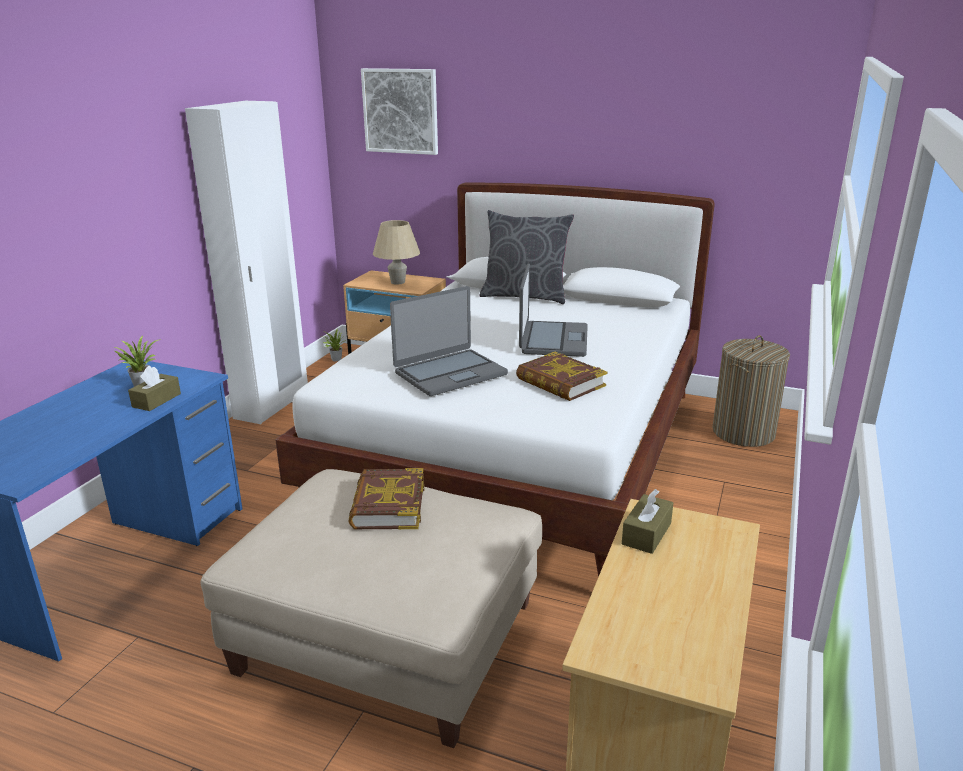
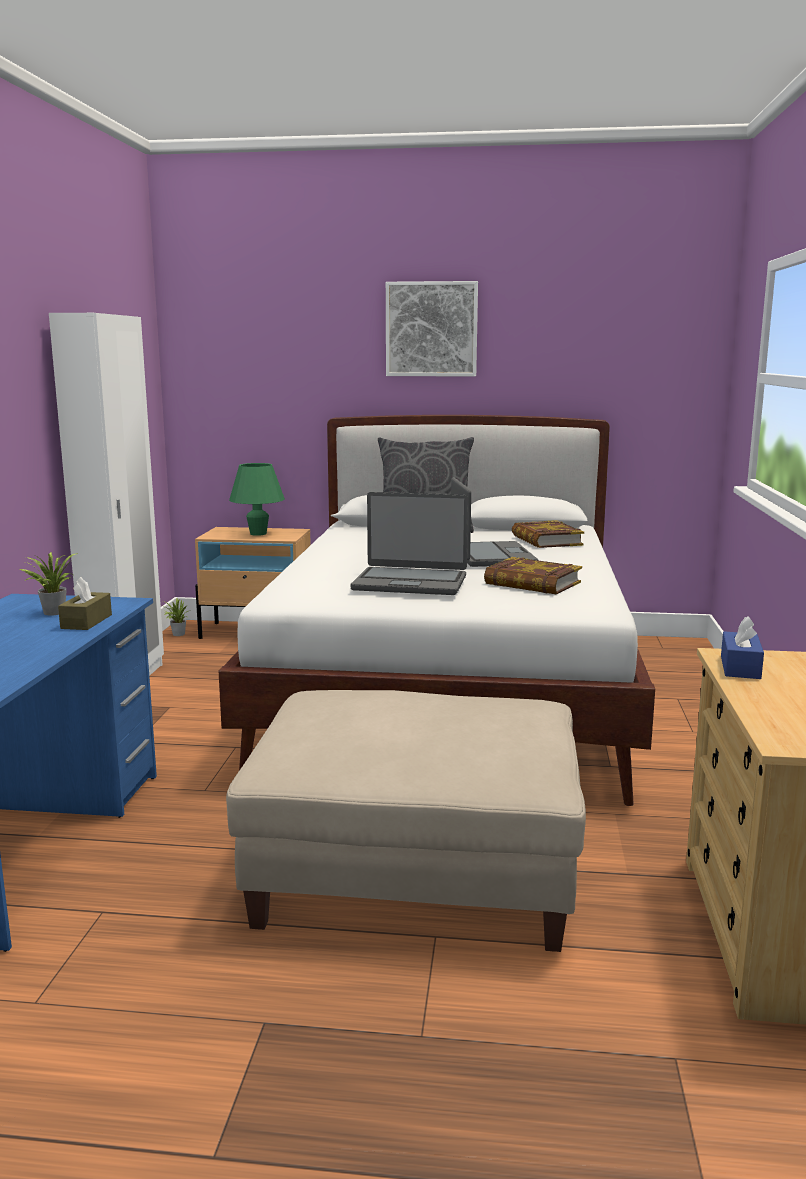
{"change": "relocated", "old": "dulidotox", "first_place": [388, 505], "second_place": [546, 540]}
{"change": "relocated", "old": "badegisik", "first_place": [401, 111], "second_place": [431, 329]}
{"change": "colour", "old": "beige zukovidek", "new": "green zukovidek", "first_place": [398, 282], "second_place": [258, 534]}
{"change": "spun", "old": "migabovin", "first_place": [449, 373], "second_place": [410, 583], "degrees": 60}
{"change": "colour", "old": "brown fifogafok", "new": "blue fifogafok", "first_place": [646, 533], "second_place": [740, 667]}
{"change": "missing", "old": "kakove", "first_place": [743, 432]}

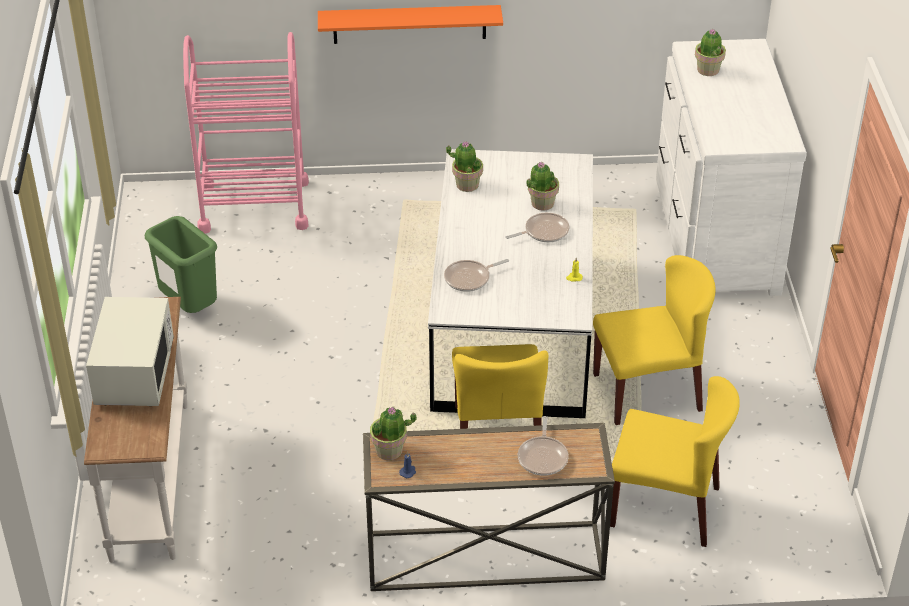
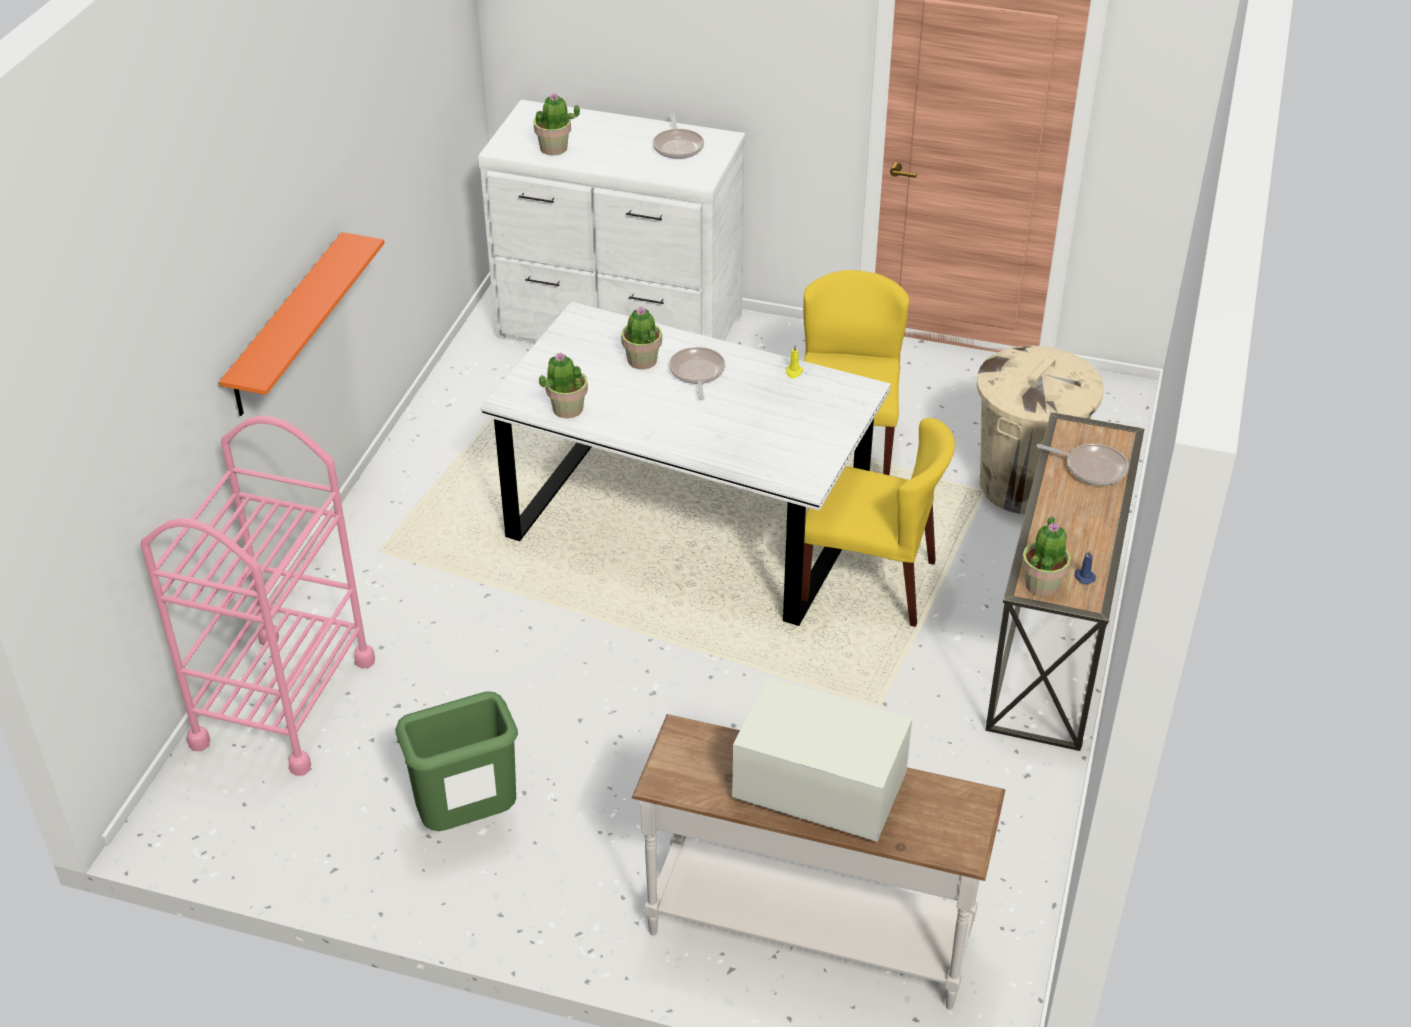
{"change": "relocated", "old": "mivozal", "first_place": [470, 278], "second_place": [678, 146]}
{"change": "exchanged", "old": "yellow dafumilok", "new": "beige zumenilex", "first_place": [666, 507], "second_place": [1025, 485]}

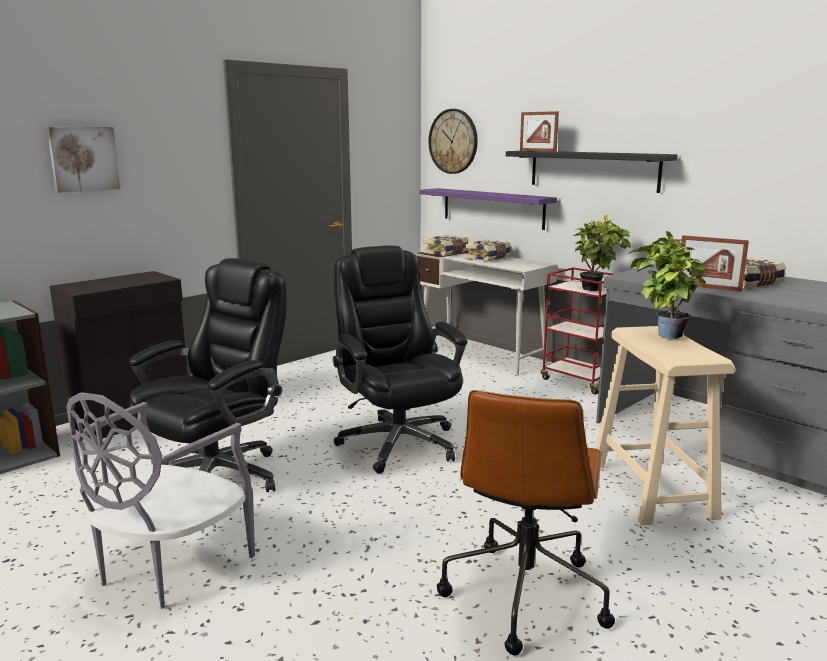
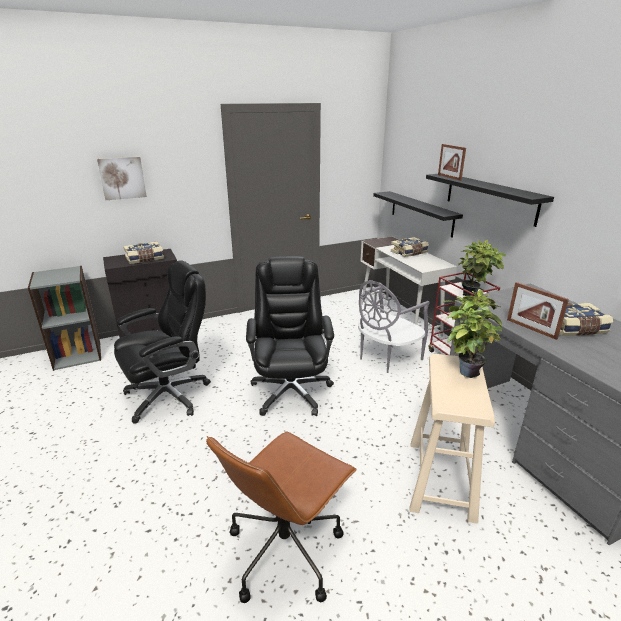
{"change": "relocated", "old": "grey dafumilok", "first_place": [169, 567], "second_place": [386, 357]}
{"change": "colour", "old": "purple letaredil", "new": "black letaredil", "first_place": [492, 208], "second_place": [421, 213]}
{"change": "relocated", "old": "dulidotox", "first_place": [446, 253], "second_place": [145, 259]}
{"change": "missing", "old": "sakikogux", "first_place": [453, 141]}

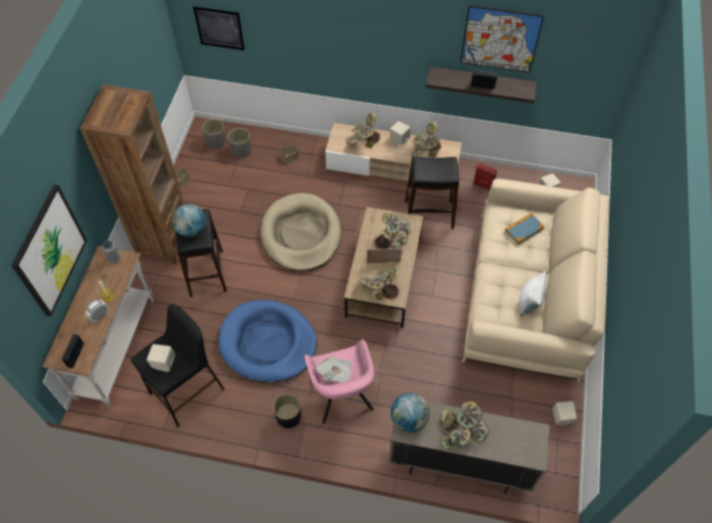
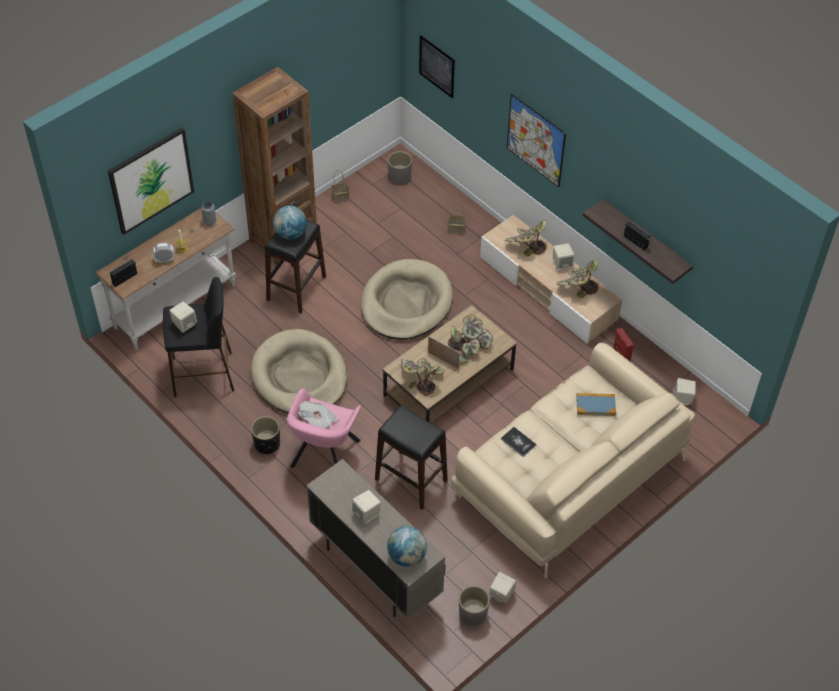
{"change": "colour", "old": "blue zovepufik", "new": "beige zovepufik", "first_place": [268, 343], "second_place": [299, 376]}
{"change": "relocated", "old": "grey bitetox", "first_place": [241, 151], "second_place": [472, 614]}
{"change": "relocated", "old": "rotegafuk", "first_place": [409, 419], "second_place": [407, 556]}
{"change": "relocated", "old": "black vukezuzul", "first_place": [428, 214], "second_place": [410, 480]}
{"change": "exchanged", "old": "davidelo", "new": "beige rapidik", "first_place": [460, 431], "second_place": [366, 514]}
{"change": "relocated", "old": "badegisik", "first_place": [500, 39], "second_place": [535, 140]}
{"change": "missing", "old": "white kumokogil", "first_place": [529, 302]}
{"change": "appeared", "new": "dulidotox", "second_place": [518, 442]}

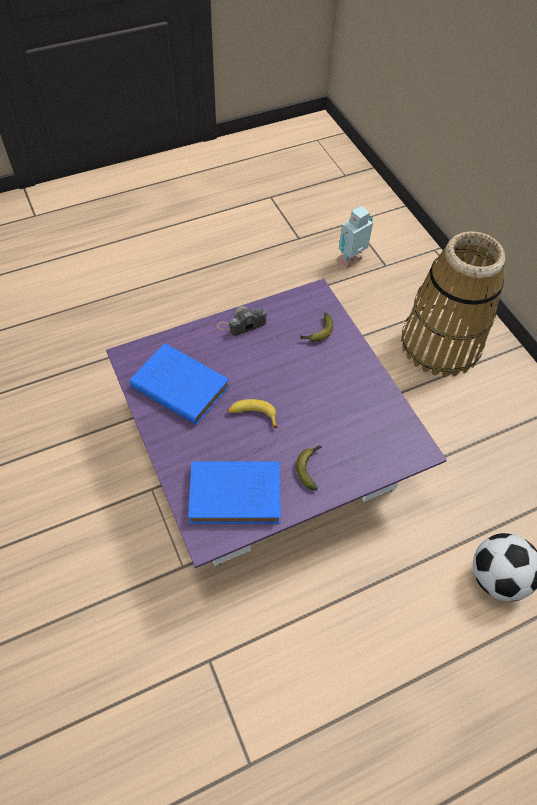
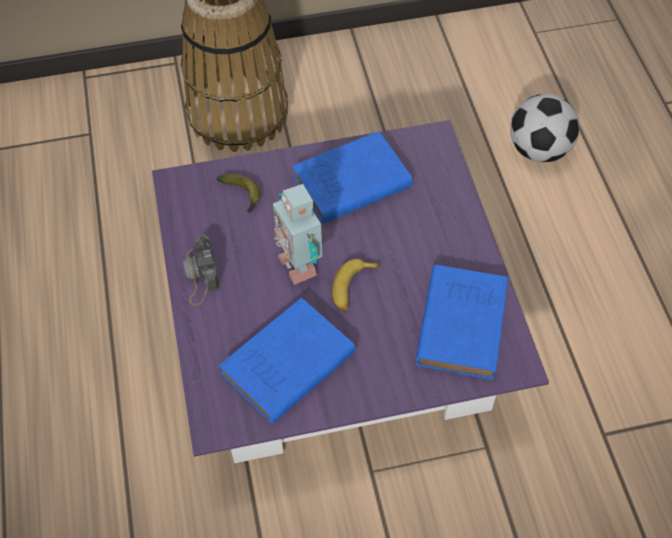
{"change": "missing", "old": "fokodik", "first_place": [310, 467]}
{"change": "relocated", "old": "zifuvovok", "first_place": [351, 261], "second_place": [300, 263]}
{"change": "appeared", "new": "blue dulidotox", "second_place": [348, 183]}

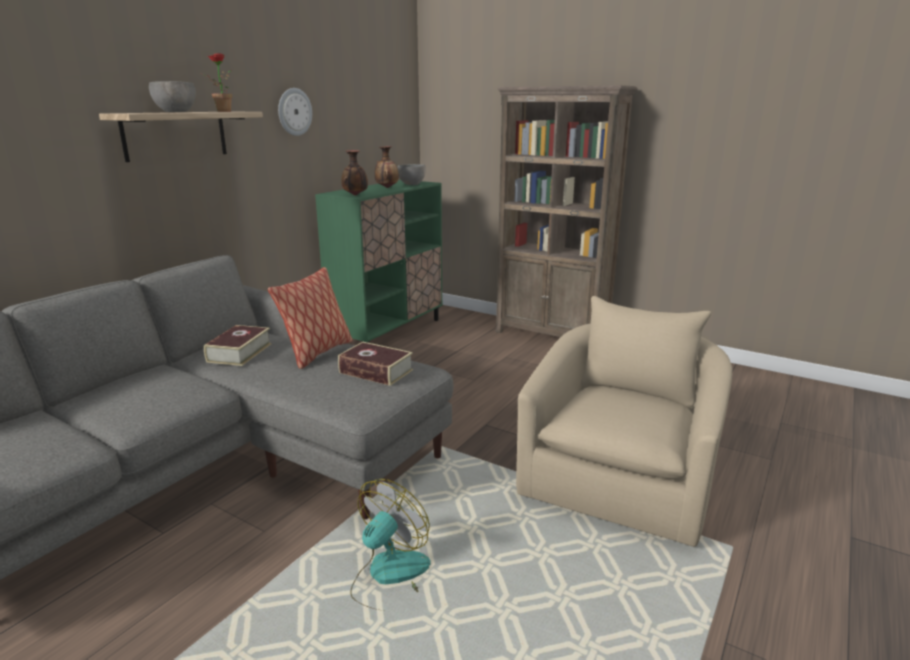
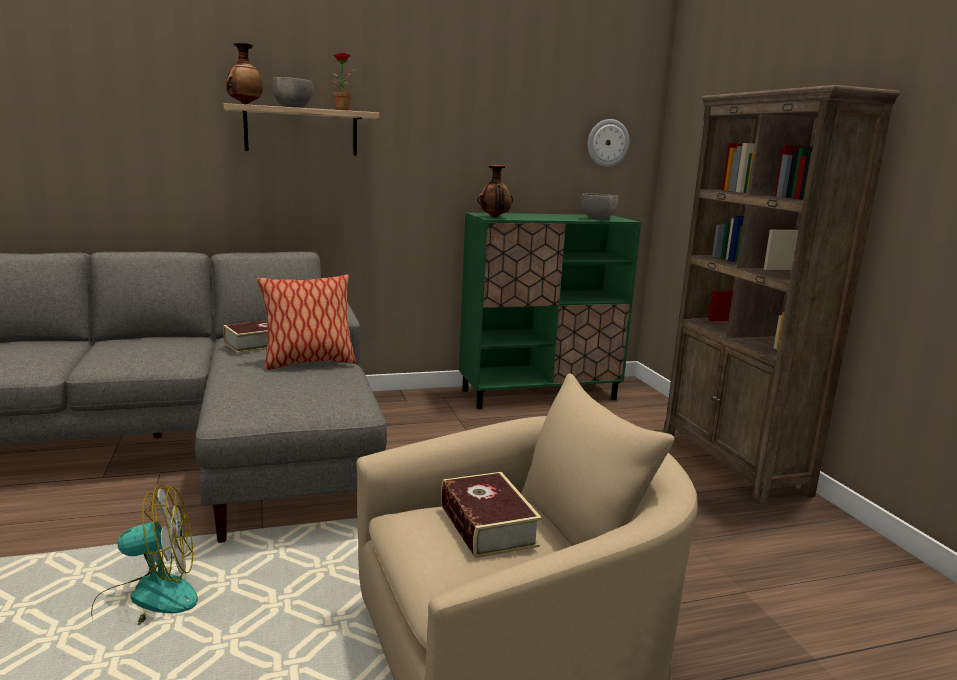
{"change": "relocated", "old": "sakikogux", "first_place": [294, 112], "second_place": [607, 143]}
{"change": "relocated", "old": "dulidotox", "first_place": [376, 371], "second_place": [487, 525]}
{"change": "relocated", "old": "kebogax", "first_place": [386, 187], "second_place": [245, 104]}

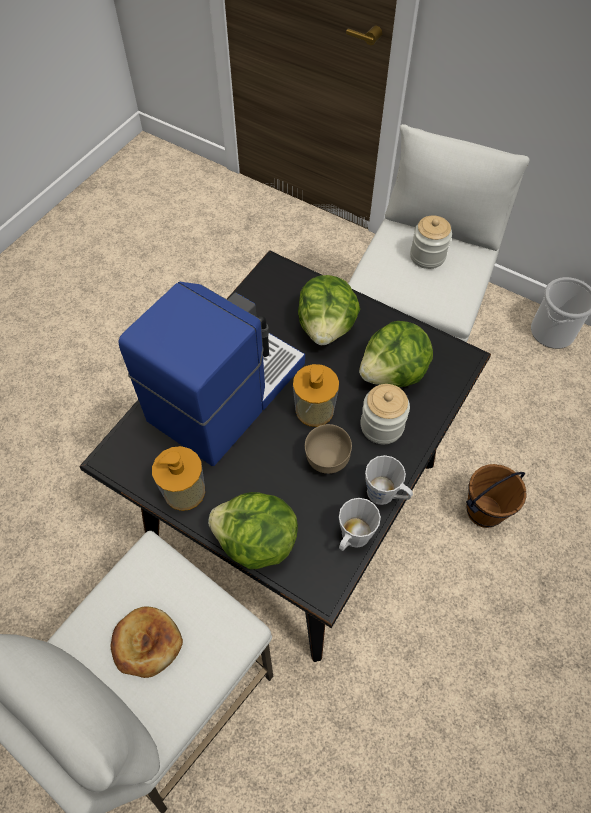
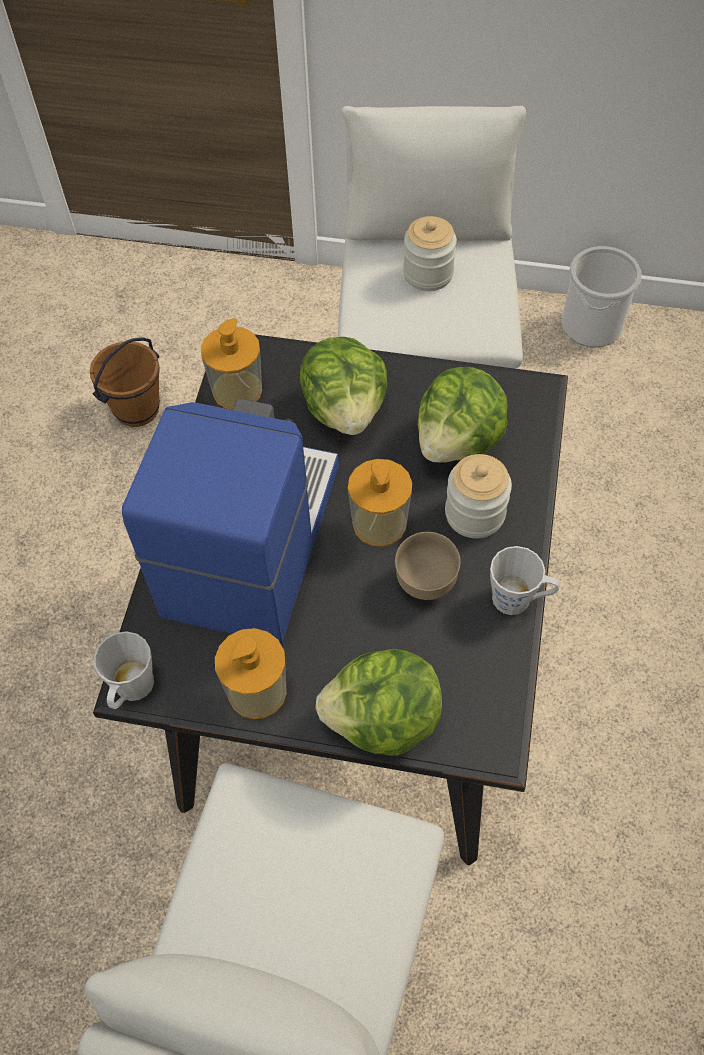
{"change": "missing", "old": "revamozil", "first_place": [146, 643]}
{"change": "relocated", "old": "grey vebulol", "first_place": [352, 538], "second_place": [131, 690]}
{"change": "relocated", "old": "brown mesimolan", "first_place": [483, 510], "second_place": [136, 409]}
{"change": "appeared", "new": "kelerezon", "second_place": [237, 390]}

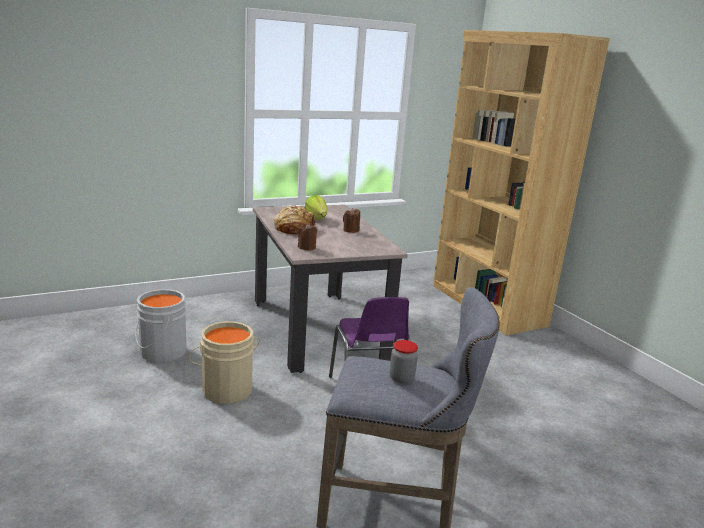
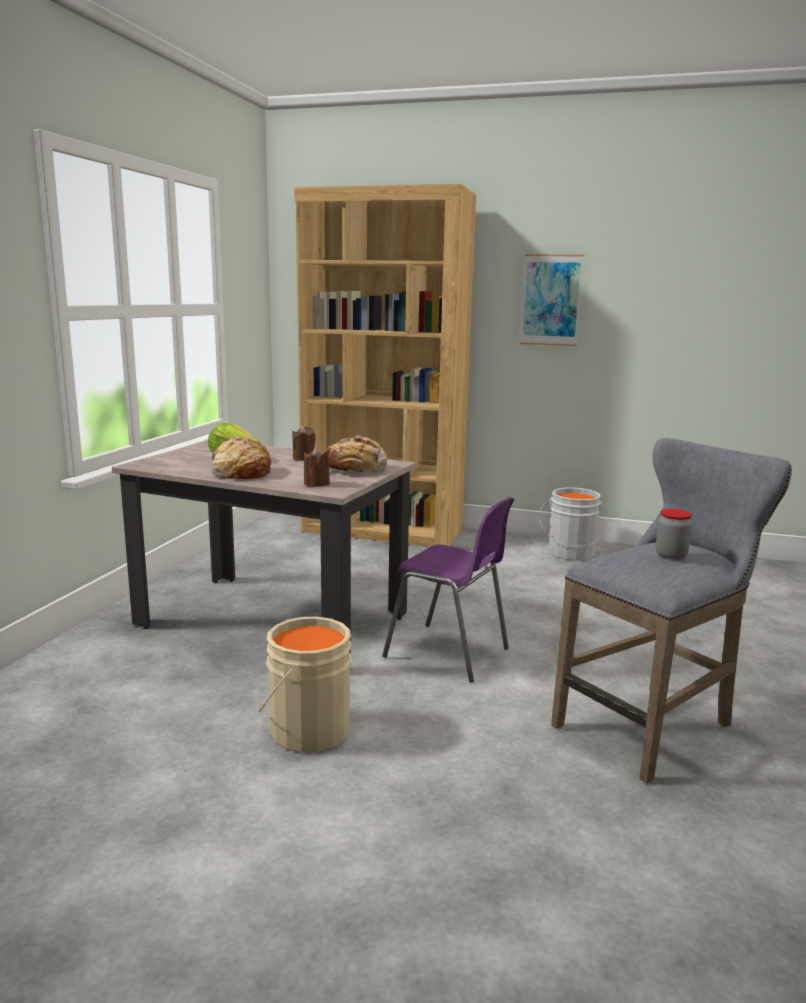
{"change": "relocated", "old": "grey mesimolan", "first_place": [161, 352], "second_place": [571, 554]}
{"change": "appeared", "new": "revamozil", "second_place": [356, 469]}
{"change": "appeared", "new": "badegisik", "second_place": [551, 300]}

